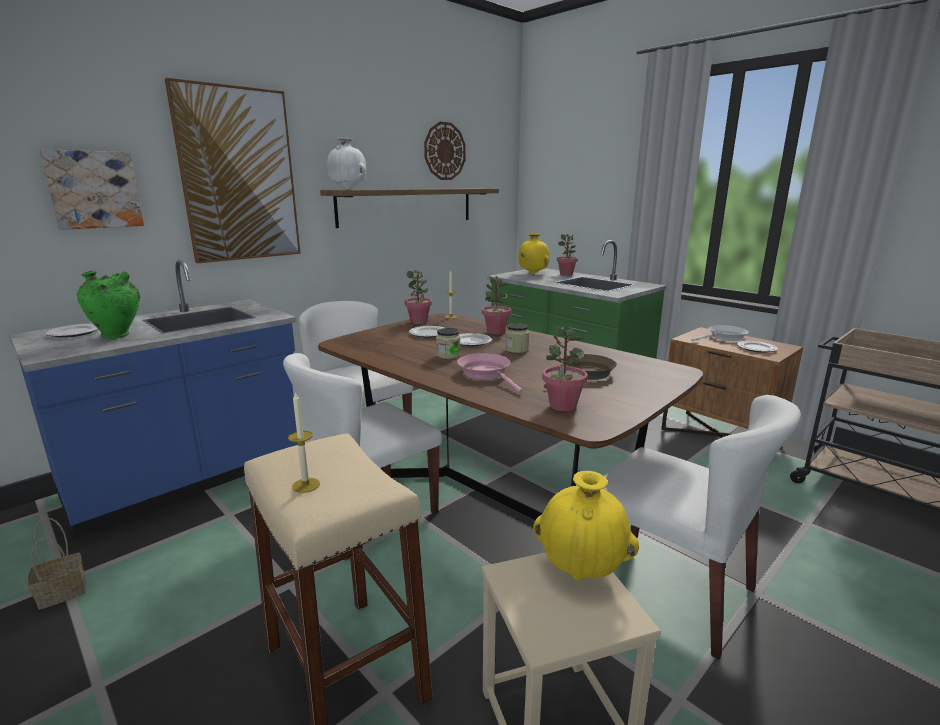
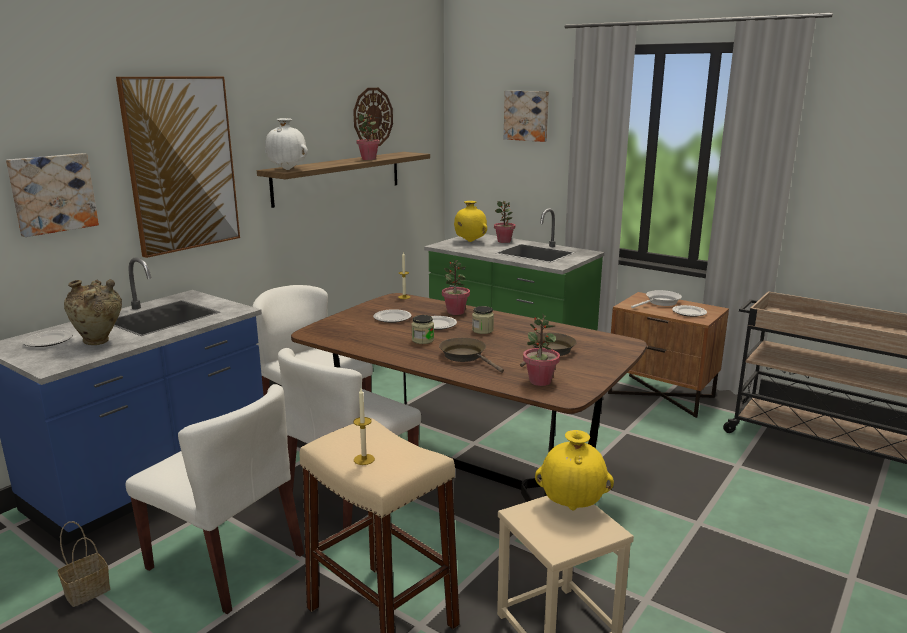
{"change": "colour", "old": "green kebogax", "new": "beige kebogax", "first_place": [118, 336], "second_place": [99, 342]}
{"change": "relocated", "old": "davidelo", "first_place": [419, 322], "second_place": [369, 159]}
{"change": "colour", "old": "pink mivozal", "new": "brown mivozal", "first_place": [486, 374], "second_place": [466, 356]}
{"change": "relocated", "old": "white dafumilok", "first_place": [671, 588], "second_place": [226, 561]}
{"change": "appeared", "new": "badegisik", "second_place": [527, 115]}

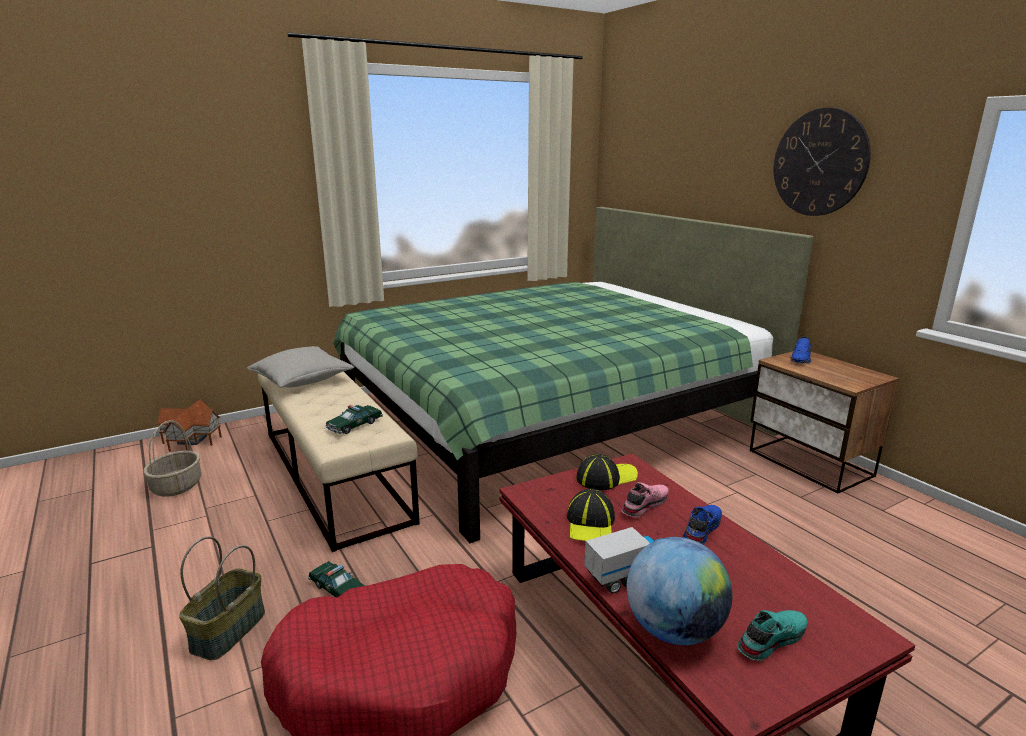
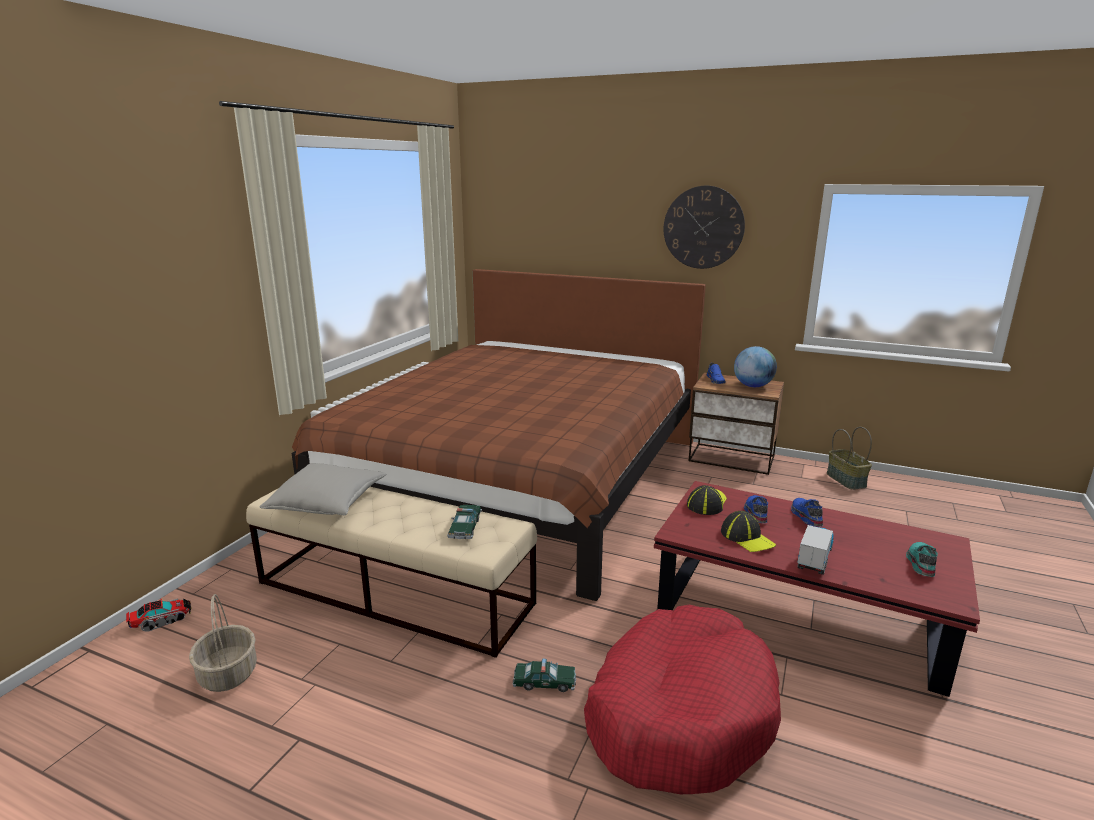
{"change": "exchanged", "old": "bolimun", "new": "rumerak", "first_place": [192, 440], "second_place": [161, 621]}
{"change": "relocated", "old": "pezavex", "first_place": [229, 631], "second_place": [846, 480]}
{"change": "colour", "old": "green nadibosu", "new": "brown nadibosu", "first_place": [548, 418], "second_place": [520, 479]}
{"change": "colour", "old": "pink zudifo", "new": "blue zudifo", "first_place": [643, 505], "second_place": [755, 513]}
{"change": "relocated", "old": "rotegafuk", "first_place": [674, 630], "second_place": [753, 386]}

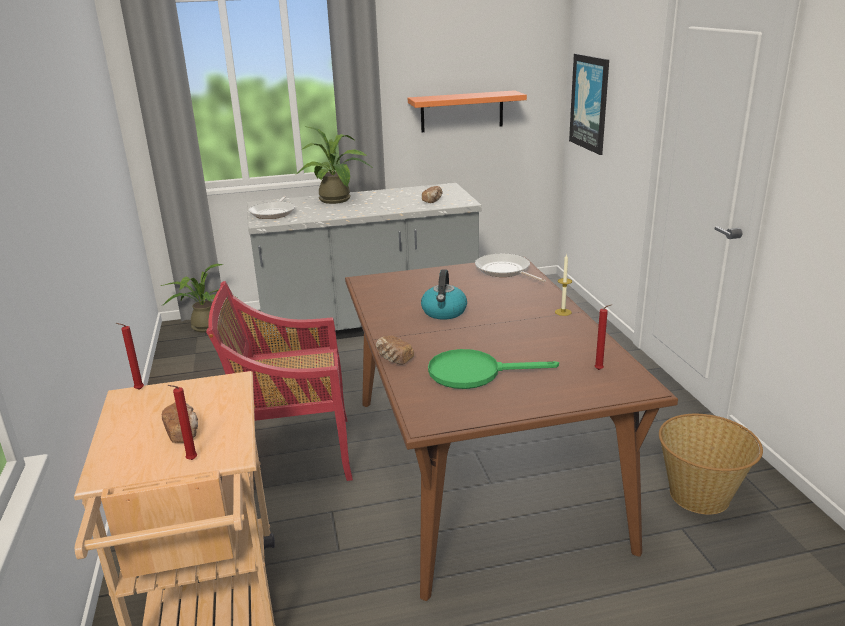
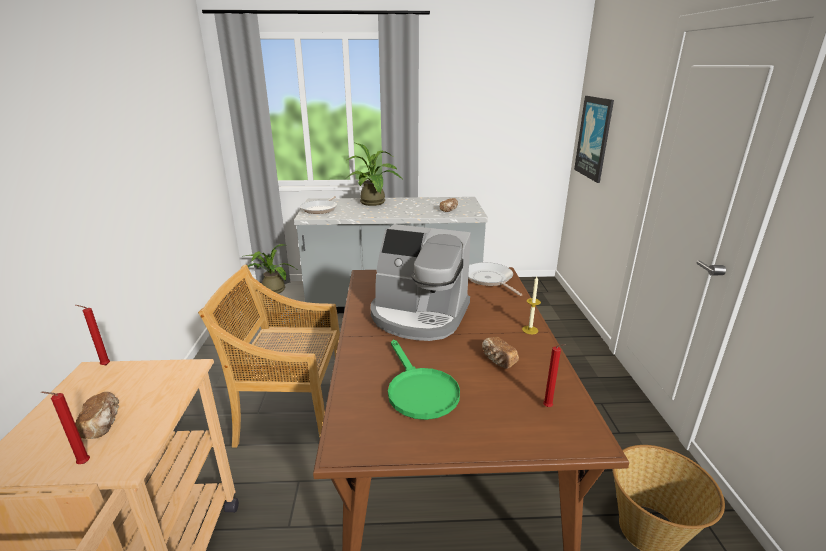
{"change": "colour", "old": "red dafumilok", "new": "beige dafumilok", "first_place": [294, 453], "second_place": [291, 414]}
{"change": "relocated", "old": "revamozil", "first_place": [394, 359], "second_place": [498, 360]}
{"change": "missing", "old": "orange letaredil", "first_place": [462, 111]}
{"change": "exchanged", "old": "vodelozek", "new": "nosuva", "first_place": [444, 312], "second_place": [419, 315]}
{"change": "spun", "old": "green mivozal", "first_place": [474, 373], "second_place": [419, 390], "degrees": -120}

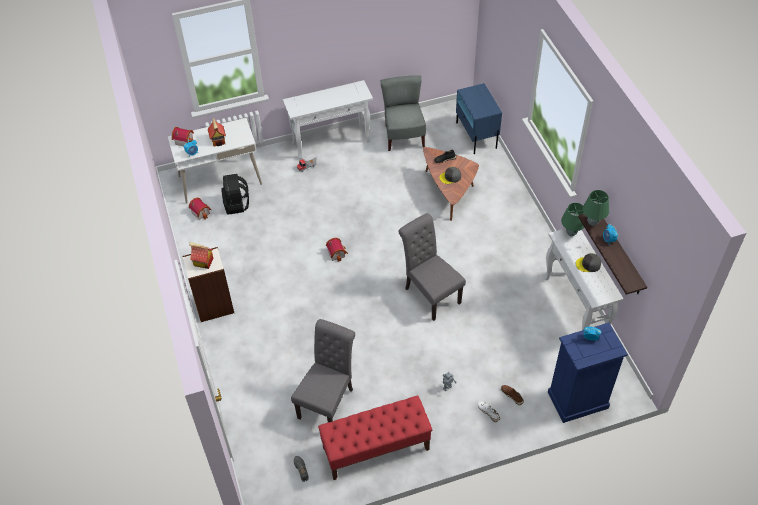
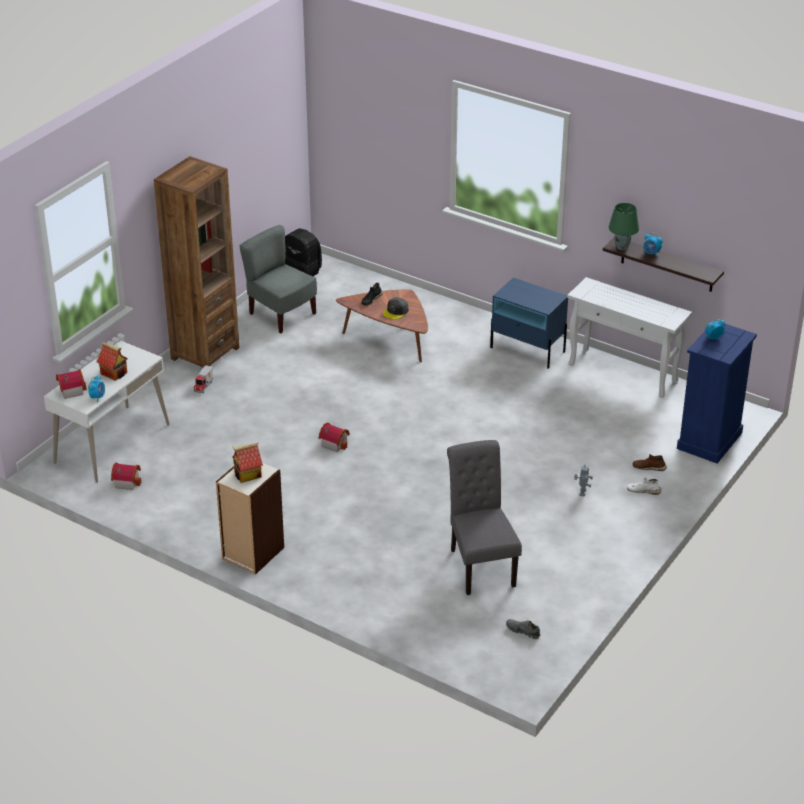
{"change": "relocated", "old": "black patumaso", "first_place": [237, 204], "second_place": [303, 271]}
{"change": "exchanged", "old": "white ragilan", "new": "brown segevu", "first_place": [331, 142], "second_place": [205, 353]}
{"change": "missing", "old": "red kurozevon", "first_place": [375, 449]}
{"change": "missing", "old": "grey dafumilok", "first_place": [430, 293]}
{"change": "relocated", "old": "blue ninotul", "first_place": [476, 135], "second_place": [528, 350]}
{"change": "missing", "old": "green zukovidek", "first_place": [571, 233]}
{"change": "missing", "old": "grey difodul", "first_place": [588, 264]}

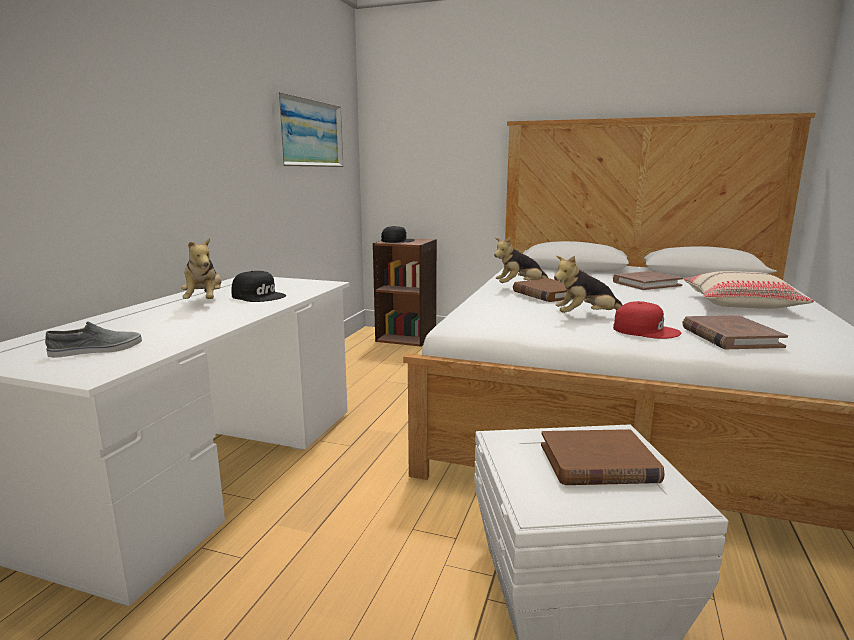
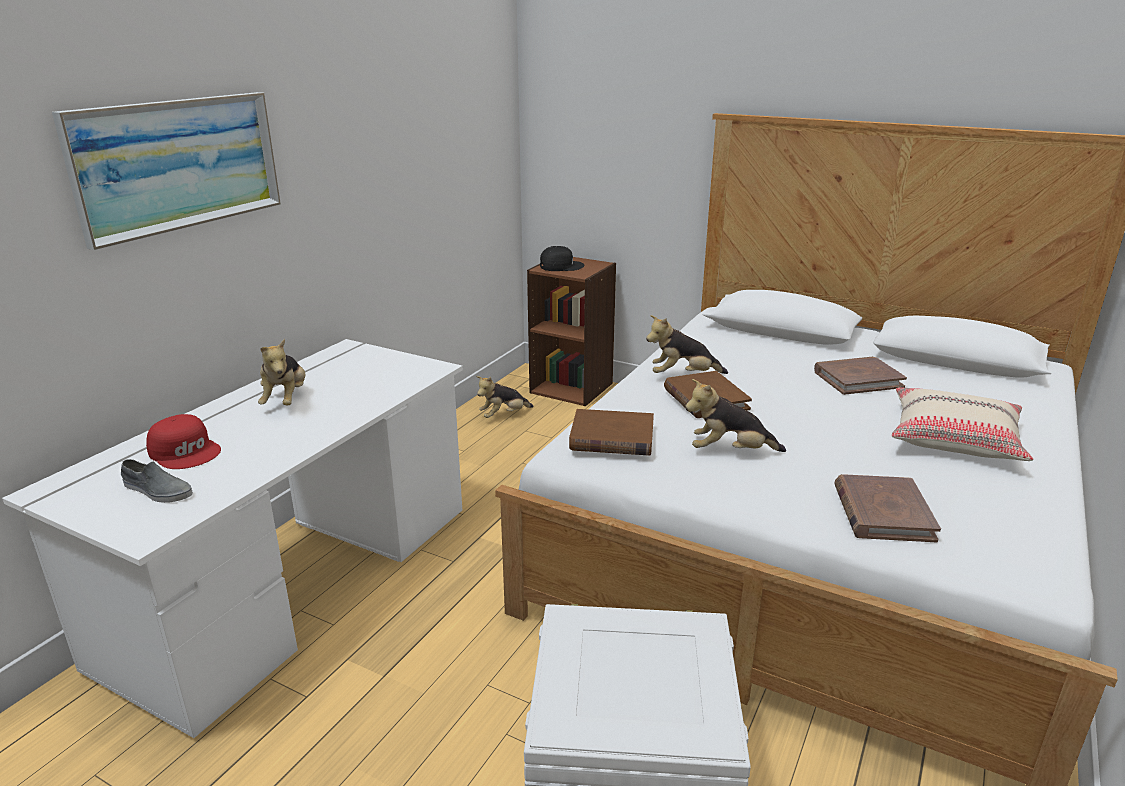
{"change": "spun", "old": "grey zudifo", "first_place": [96, 350], "second_place": [157, 491], "degrees": 45}
{"change": "missing", "old": "black difodul", "first_place": [259, 296]}
{"change": "relocated", "old": "badegisik", "first_place": [309, 133], "second_place": [178, 164]}
{"change": "relocated", "old": "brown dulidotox", "first_place": [598, 463], "second_place": [612, 437]}
{"change": "relocated", "old": "red difodul", "first_place": [645, 330], "second_place": [186, 451]}
{"change": "appeared", "new": "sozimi", "second_place": [503, 415]}

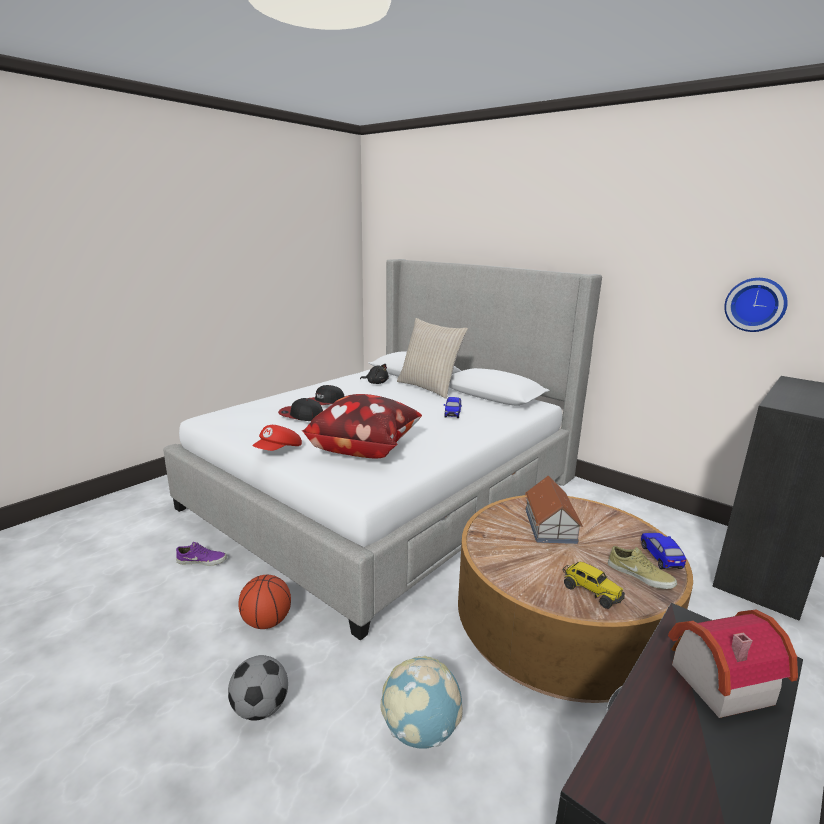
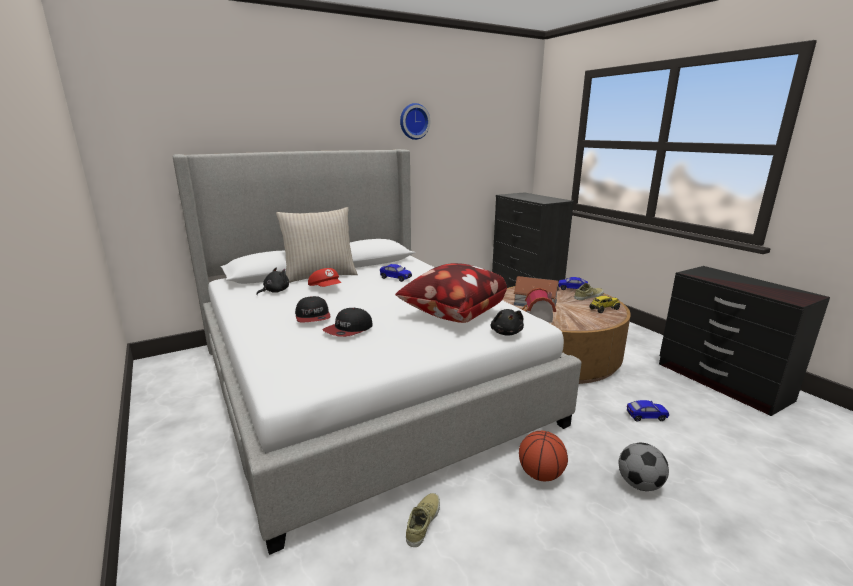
{"change": "colour", "old": "purple zudifo", "new": "beige zudifo", "first_place": [202, 560], "second_place": [422, 521]}
{"change": "relocated", "old": "red difodul", "first_place": [278, 451], "second_place": [326, 288]}
{"change": "exchanged", "old": "rotegafuk", "new": "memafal", "first_place": [421, 730], "second_place": [646, 416]}
{"change": "relocated", "old": "bolimun", "first_place": [715, 679], "second_place": [536, 317]}
{"change": "relocated", "old": "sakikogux", "first_place": [755, 304], "second_place": [413, 121]}
{"change": "appeared", "new": "black sozimi", "second_place": [506, 332]}

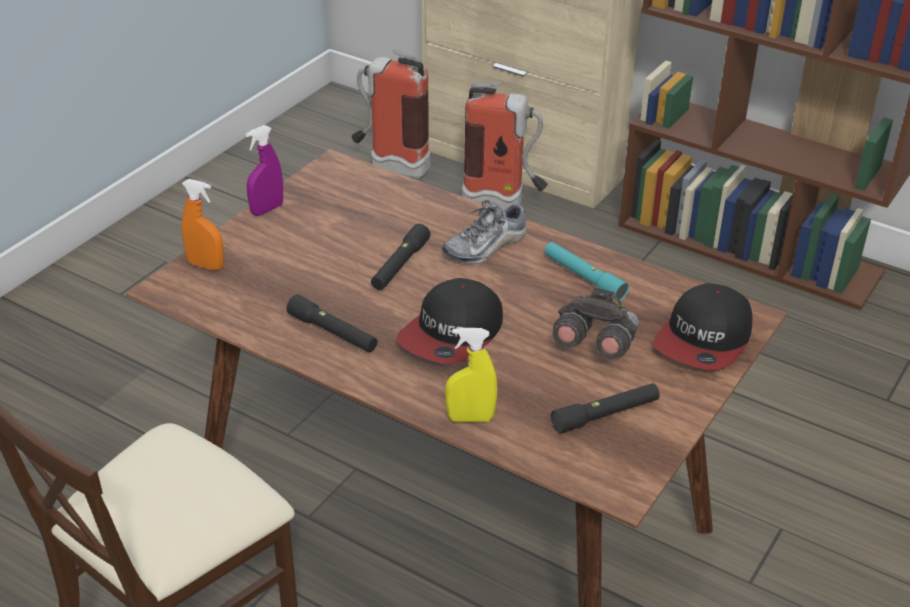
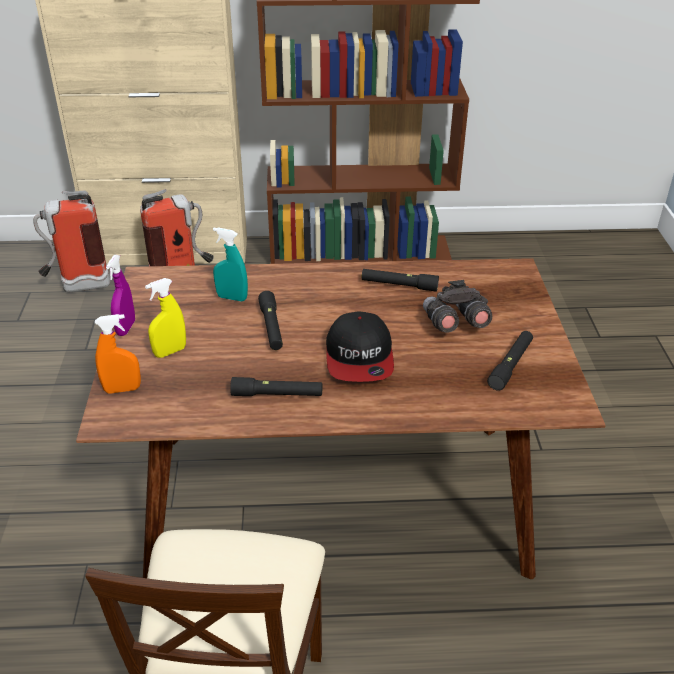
{"change": "missing", "old": "zudifo", "first_place": [485, 246]}
{"change": "relocated", "old": "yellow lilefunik", "first_place": [470, 418], "second_place": [170, 352]}
{"change": "colour", "old": "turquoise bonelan", "new": "black bonelan", "first_place": [583, 278], "second_place": [399, 285]}
{"change": "missing", "old": "difodul", "first_place": [704, 339]}
{"change": "appeared", "new": "turquoise lilefunik", "second_place": [232, 298]}

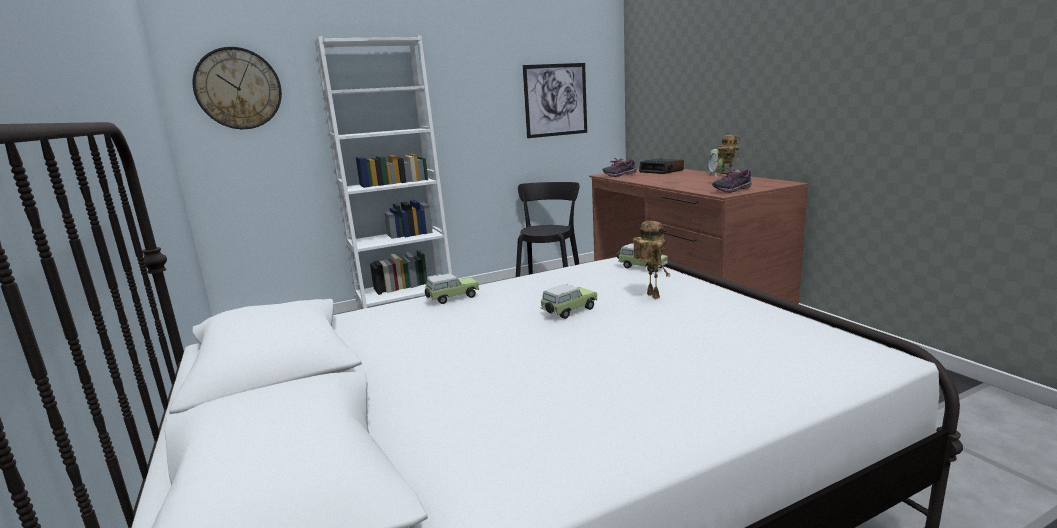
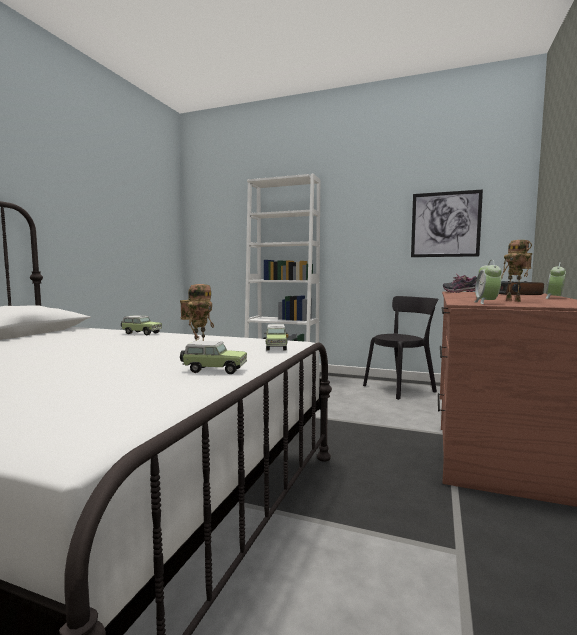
{"change": "missing", "old": "sakikogux", "first_place": [238, 89]}
{"change": "relocated", "old": "memafal", "first_place": [568, 311], "second_place": [213, 370]}
{"change": "exchanged", "old": "zudifo", "new": "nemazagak", "first_place": [731, 190], "second_place": [486, 303]}

